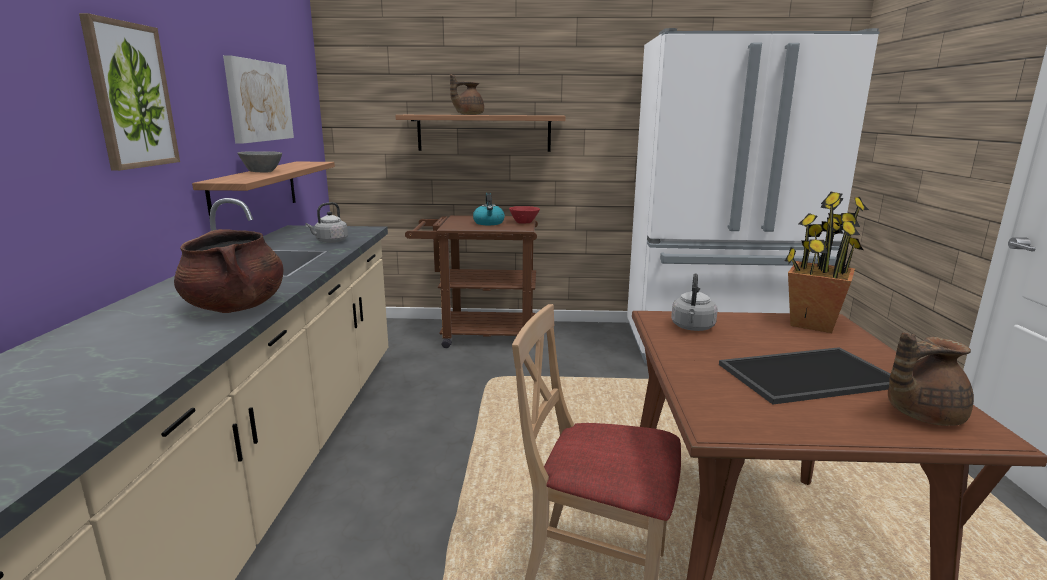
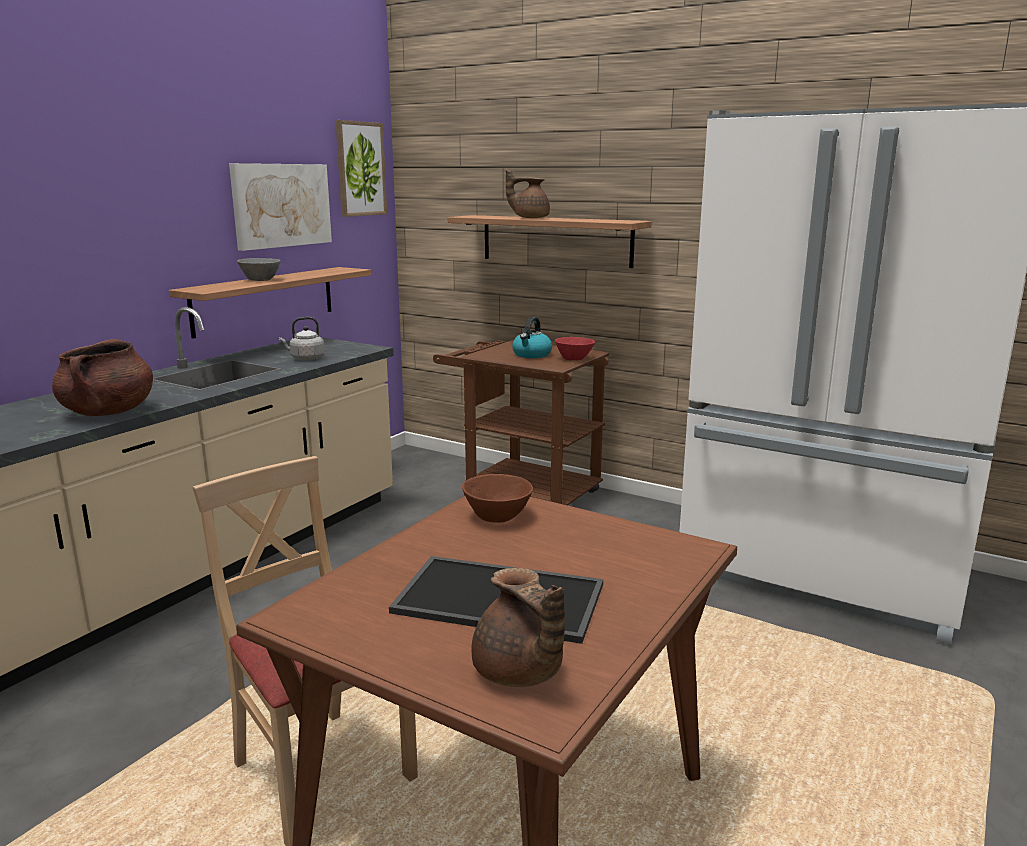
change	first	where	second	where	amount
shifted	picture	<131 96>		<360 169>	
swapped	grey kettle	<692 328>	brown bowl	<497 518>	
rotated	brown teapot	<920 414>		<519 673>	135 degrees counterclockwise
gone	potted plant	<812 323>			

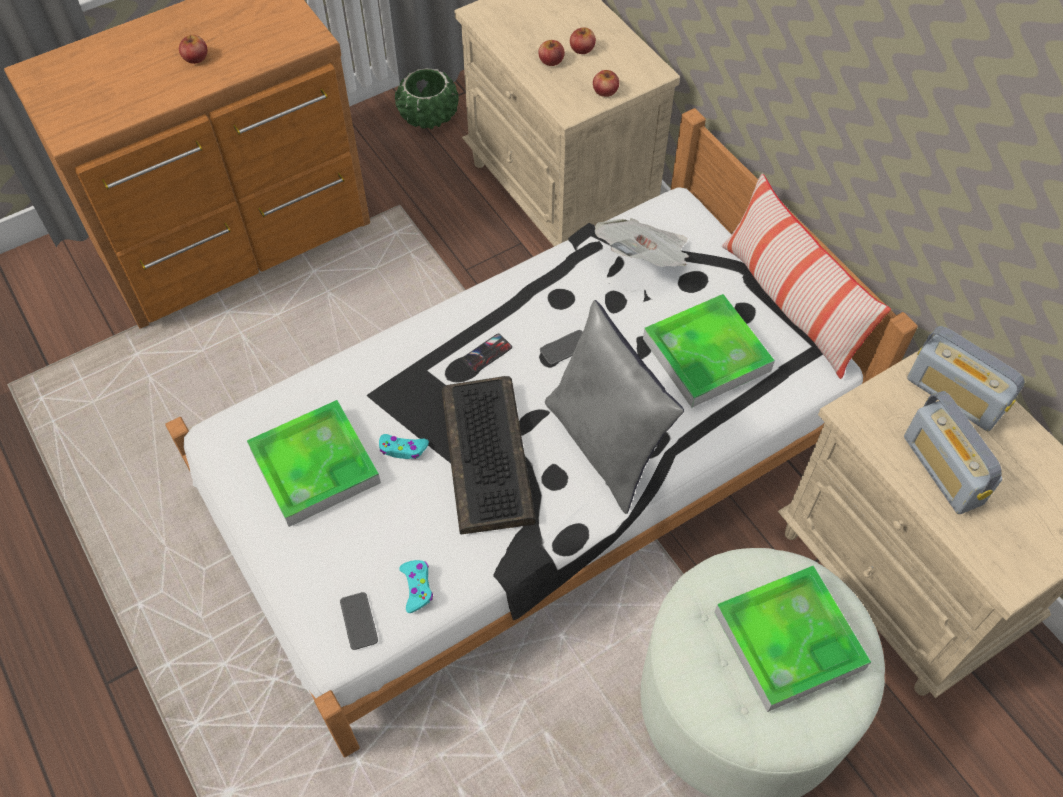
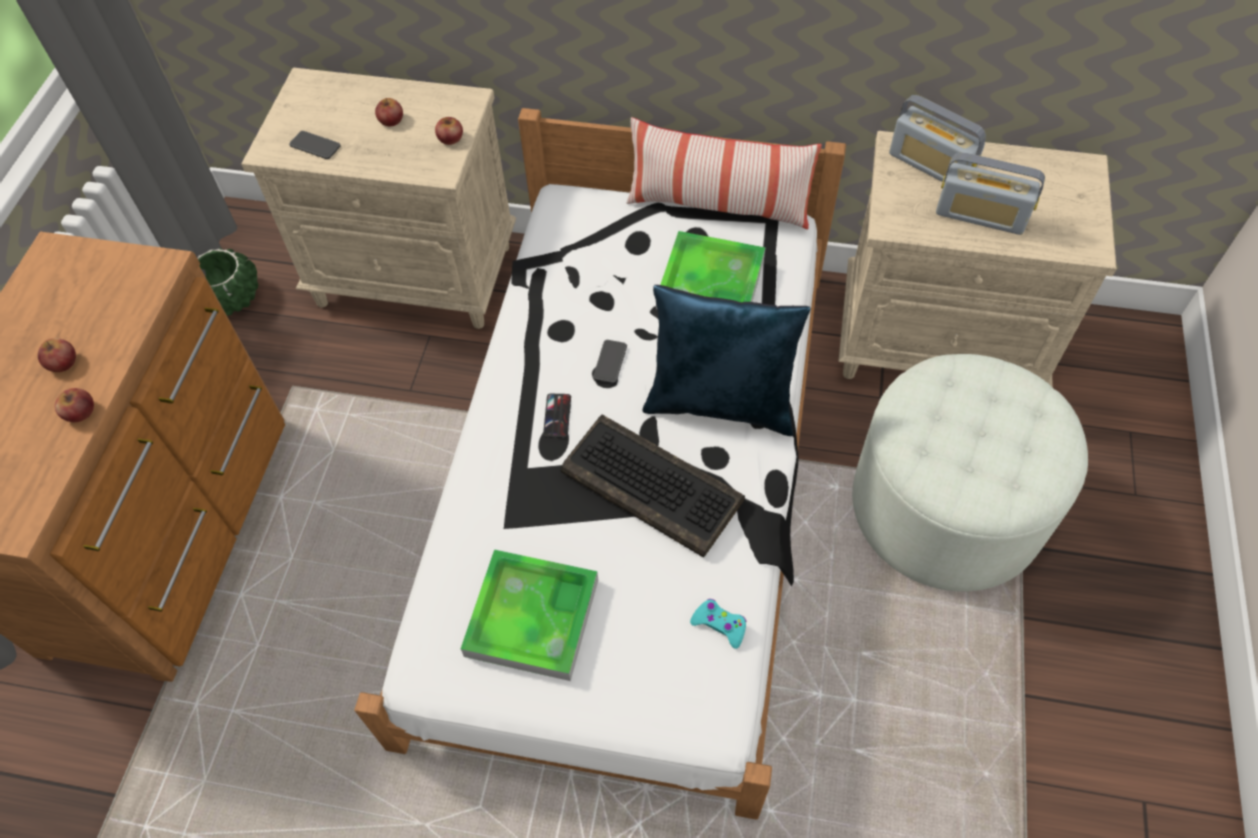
change	first	where	second	where	amount
shifted	apple	<551 60>		<80 412>	
shifted	phone	<359 621>		<315 146>	
repainted	grey pillow	<606 445>	blue pillow	<721 403>	
rotated	radio	<954 396>		<930 165>	45 degrees clockwise
gone	turquoise game controller	<403 449>			
gone	newspaper	<644 259>			
gone	tray	<788 640>			

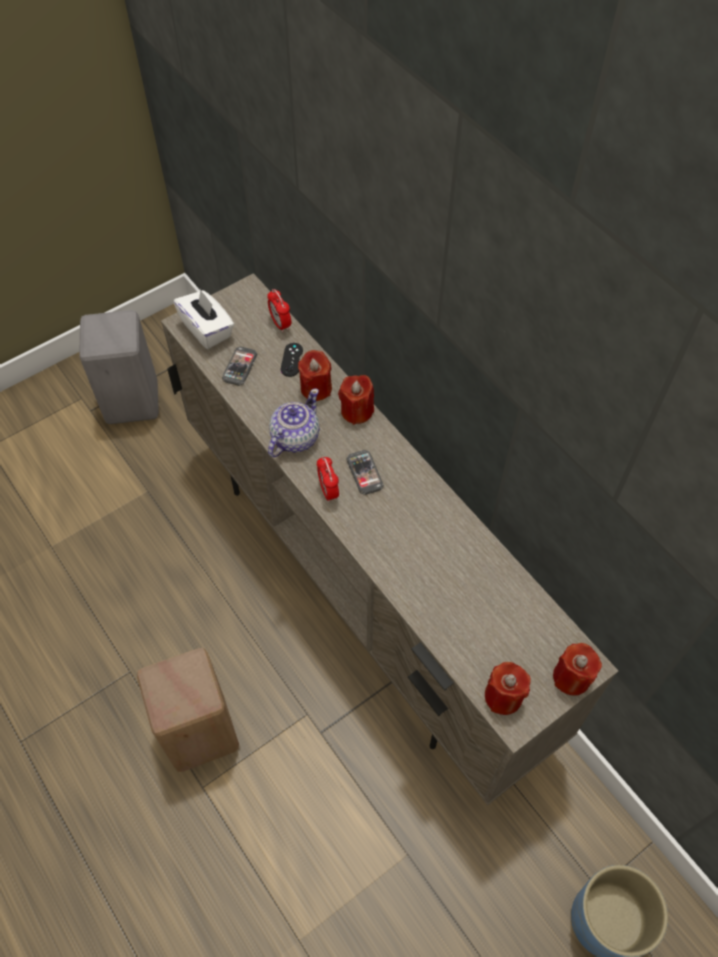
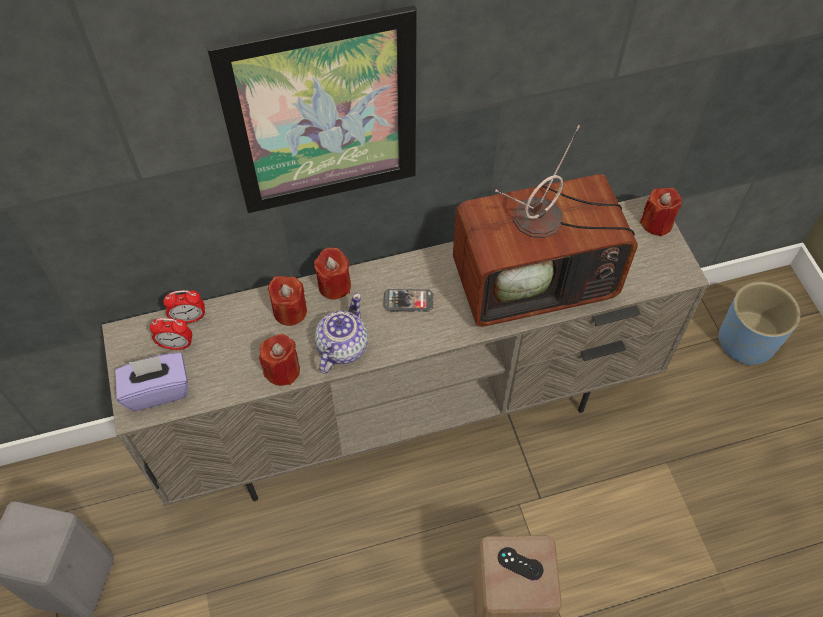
change	first	where	second	where	amount
repainted	white tissue box	<207 330>	purple tissue box	<157 390>	
shifted	alarm clock	<328 491>		<176 345>	
new			picture	<322 116>	
shifted	red candle	<503 696>		<282 370>	
rotated	teapot	<294 438>		<341 347>	60 degrees clockwise
new			television	<537 278>	
shifted	black game controller	<291 360>		<520 563>	
gone	phone	<240 367>			

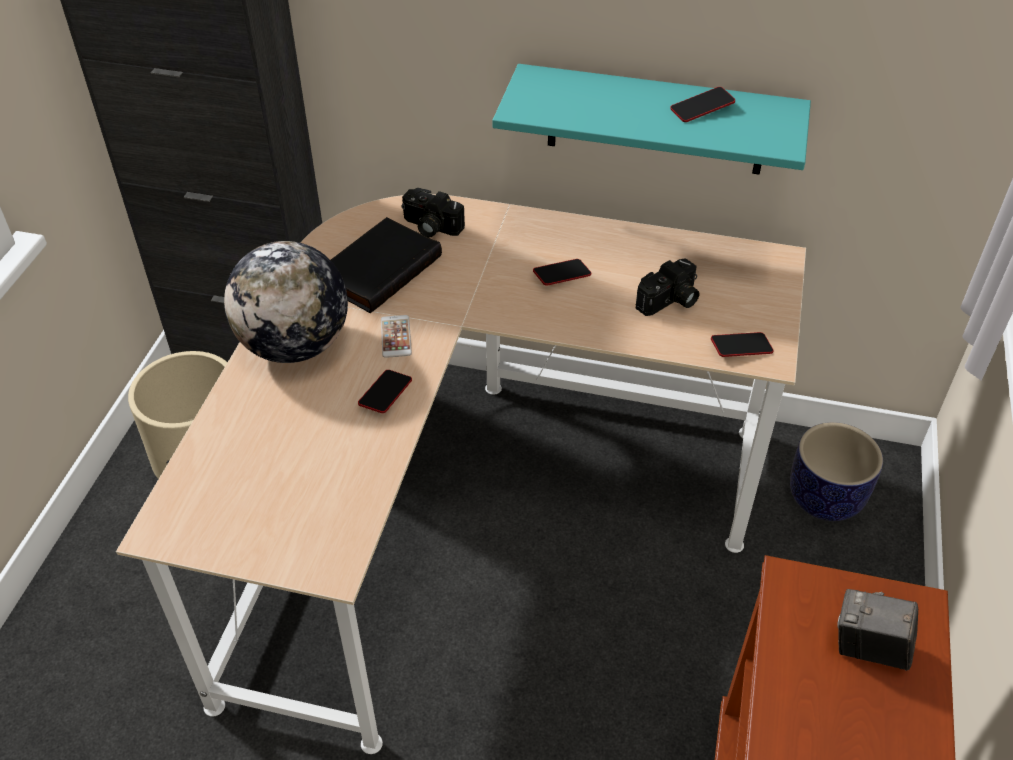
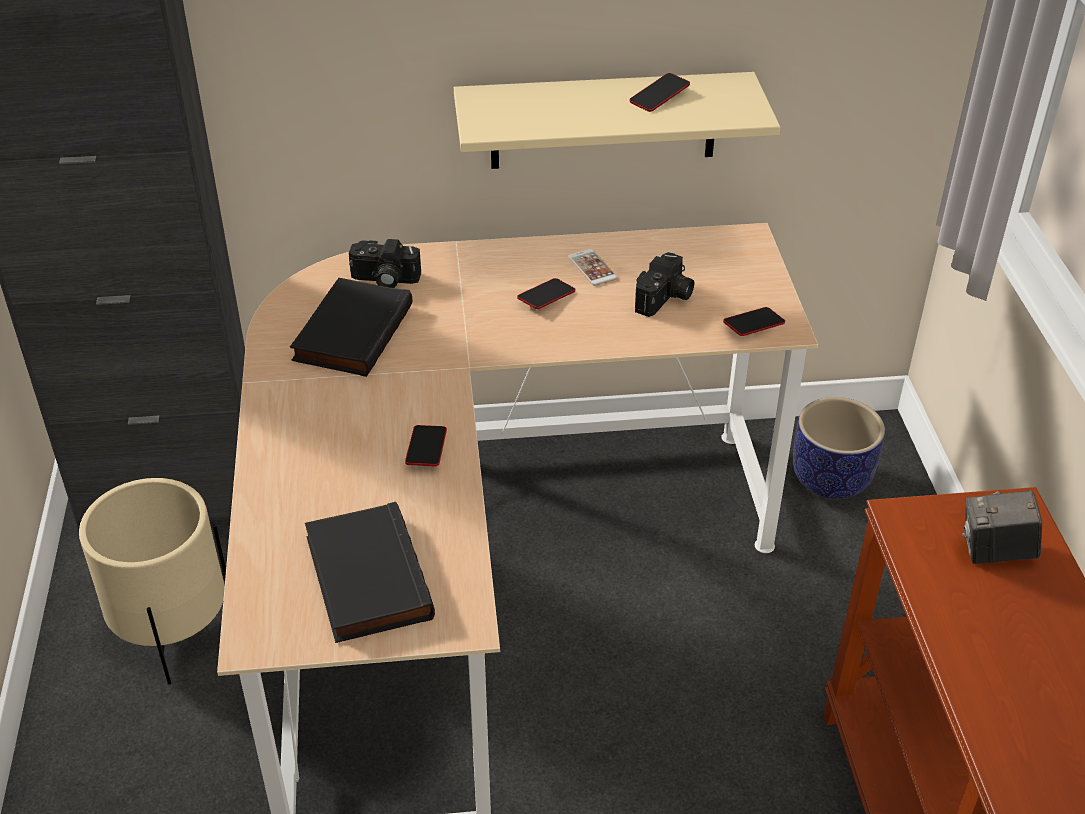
change	first	where	second	where	amount
new			black book	<364 577>	
repainted	turquoise shelf	<656 120>	beige shelf	<603 120>	
shifted	phone	<396 337>		<592 268>	
gone	globe	<295 345>			

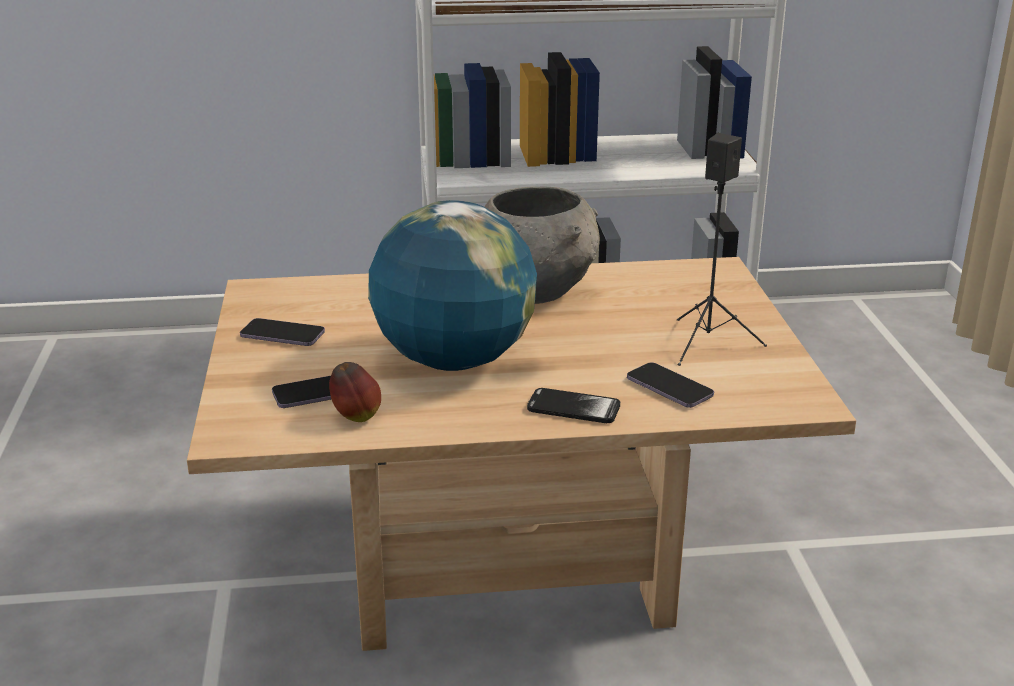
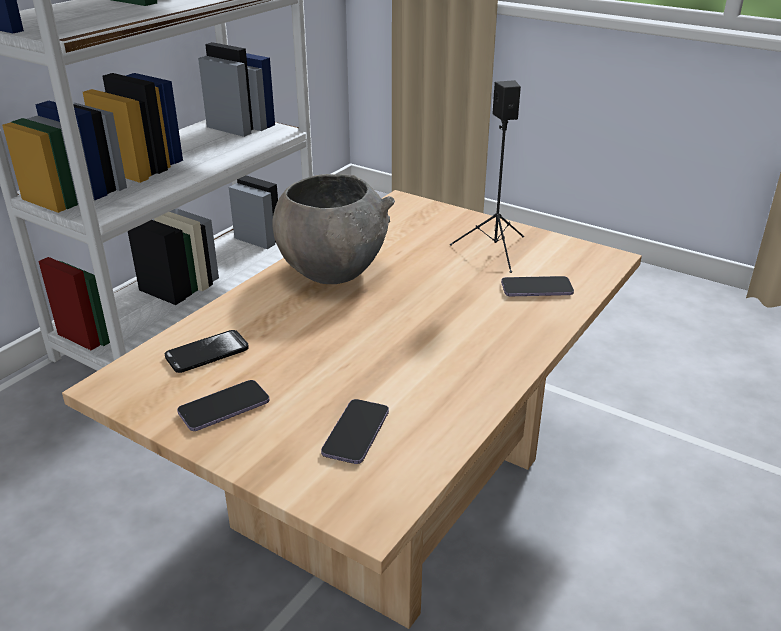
change	first	where	second	where	amount
shifted	phone	<573 408>		<207 353>	
gone	apple	<355 417>			
gone	globe	<454 360>			

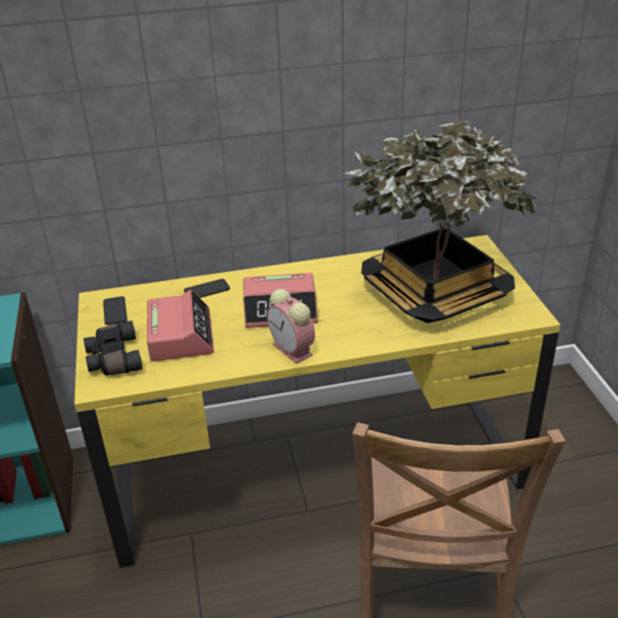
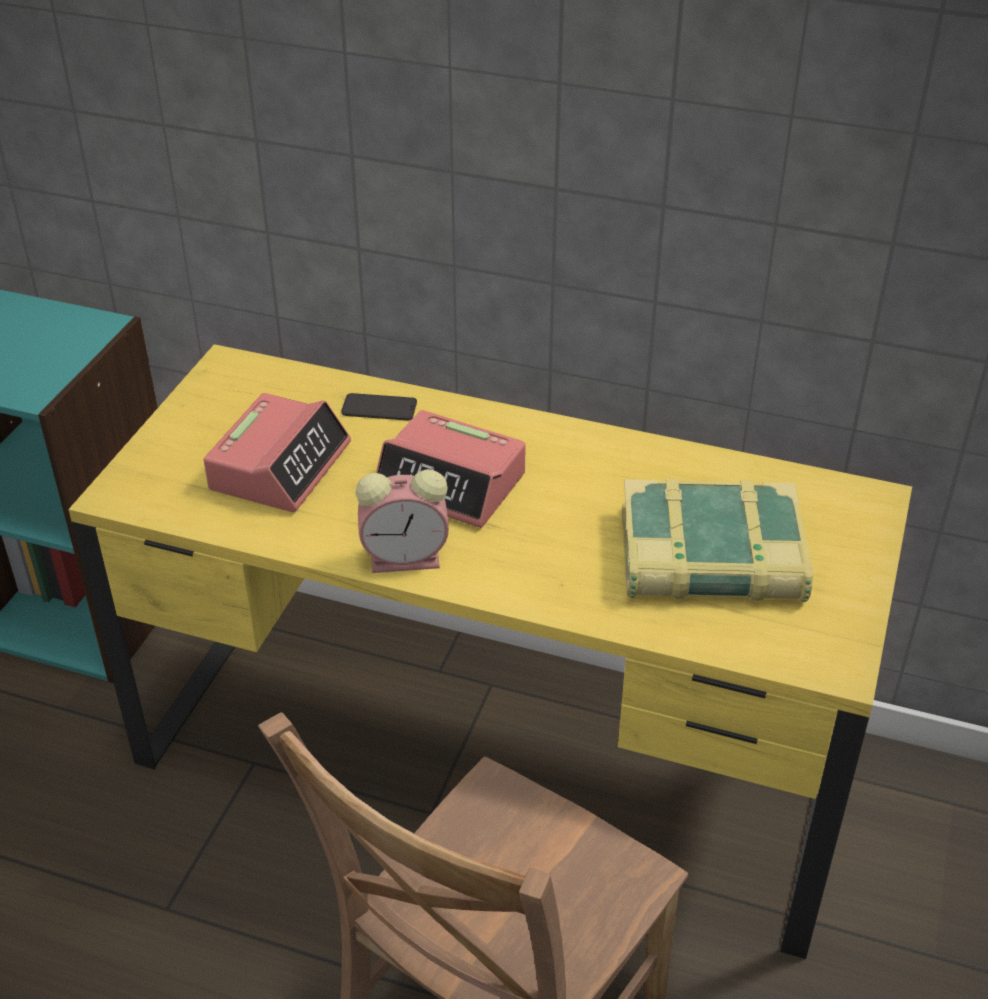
change	first	where	second	where	amount
rotated	alarm clock	<294 350>		<408 558>	90 degrees counterclockwise
swapped	potted plant	<435 294>	book	<711 558>	
gone	black binoculars	<113 359>			
gone	phone	<115 311>			

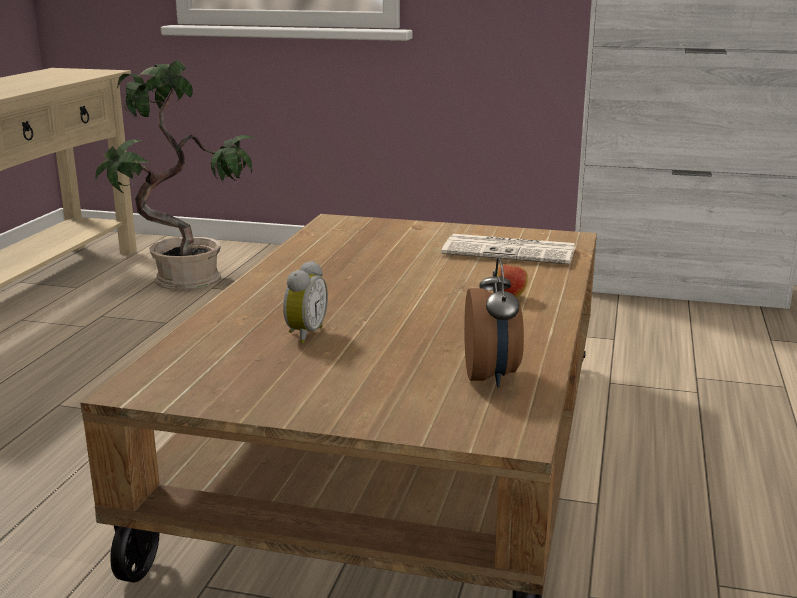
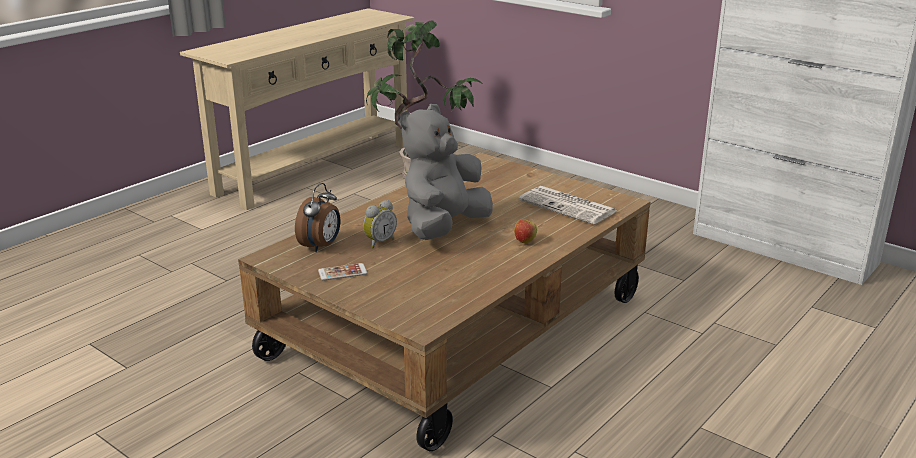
change	first	where	second	where	amount
shifted	alarm clock	<492 376>		<321 246>	
new			phone	<342 272>	
new			grey plush toy	<444 228>	

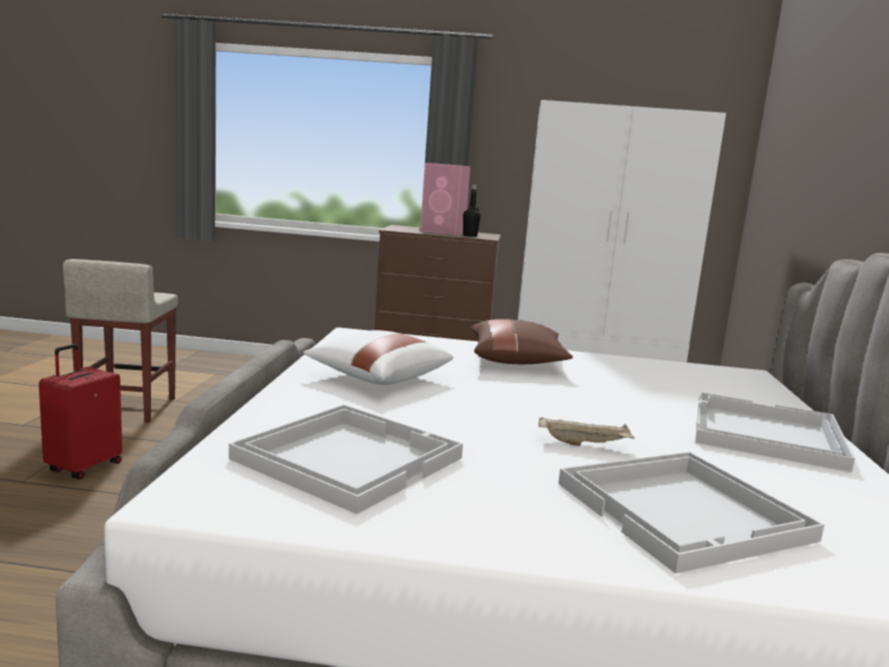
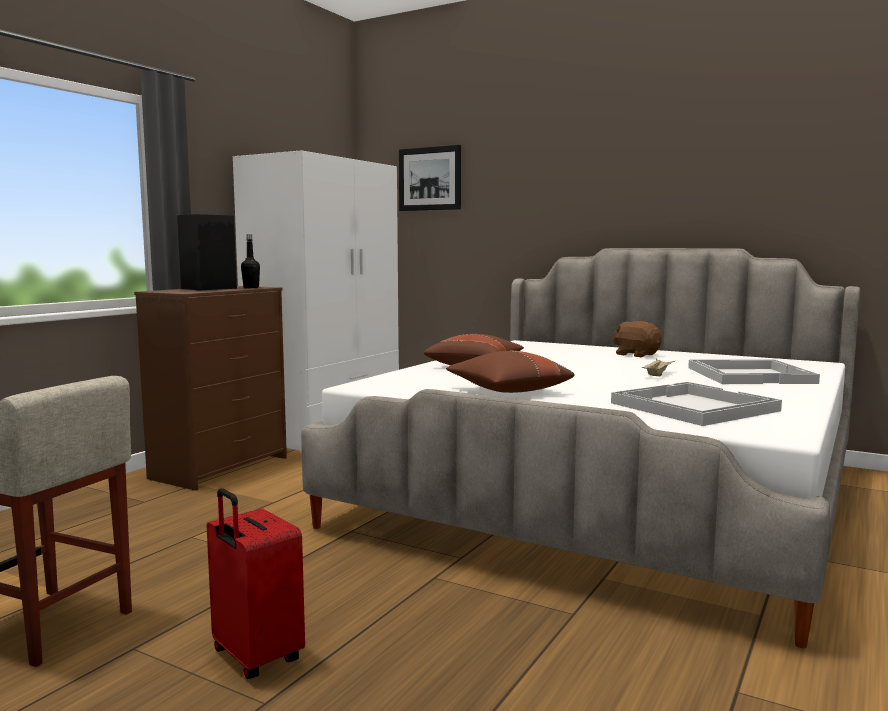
change	first	where	second	where	amount
repainted	pink speaker	<444 231>	black speaker	<210 288>	
new			picture	<429 178>	
repainted	white pillow	<377 377>	brown pillow	<508 391>	
swapped	white tray	<765 434>	brown plush toy	<636 354>	

